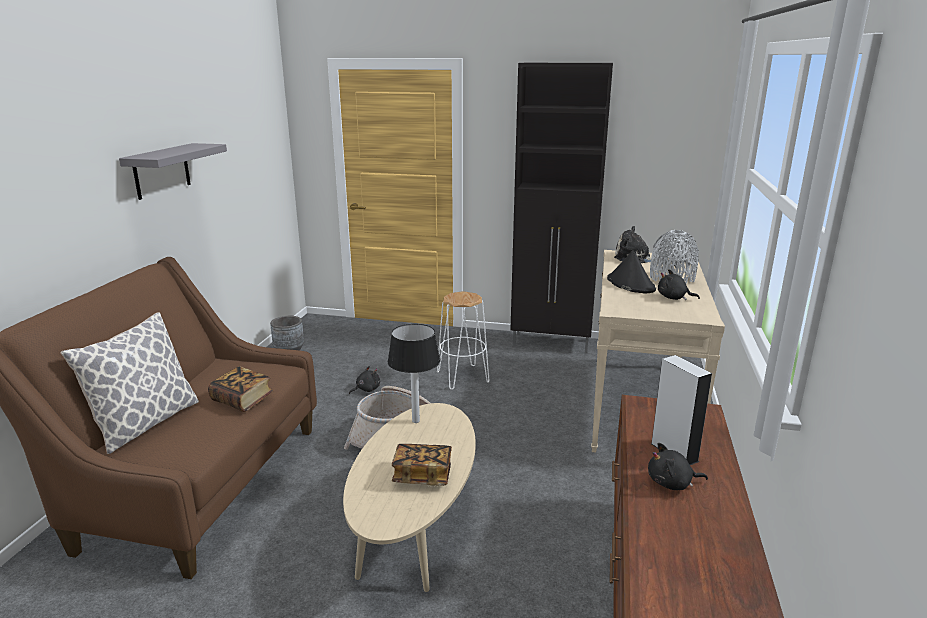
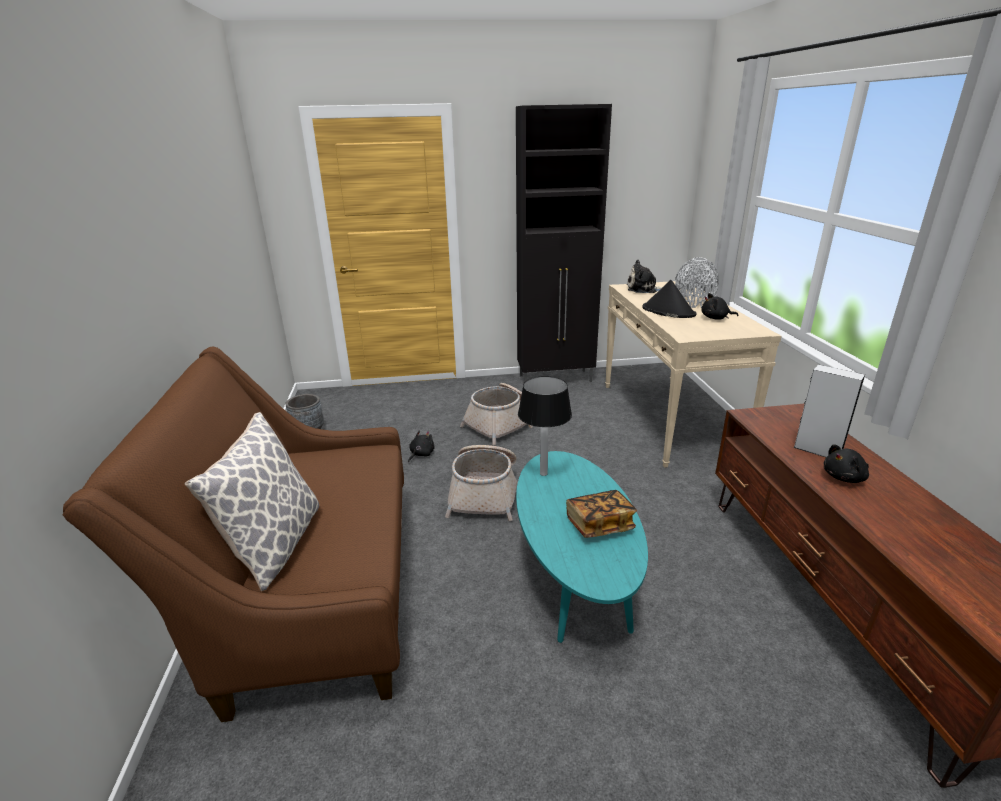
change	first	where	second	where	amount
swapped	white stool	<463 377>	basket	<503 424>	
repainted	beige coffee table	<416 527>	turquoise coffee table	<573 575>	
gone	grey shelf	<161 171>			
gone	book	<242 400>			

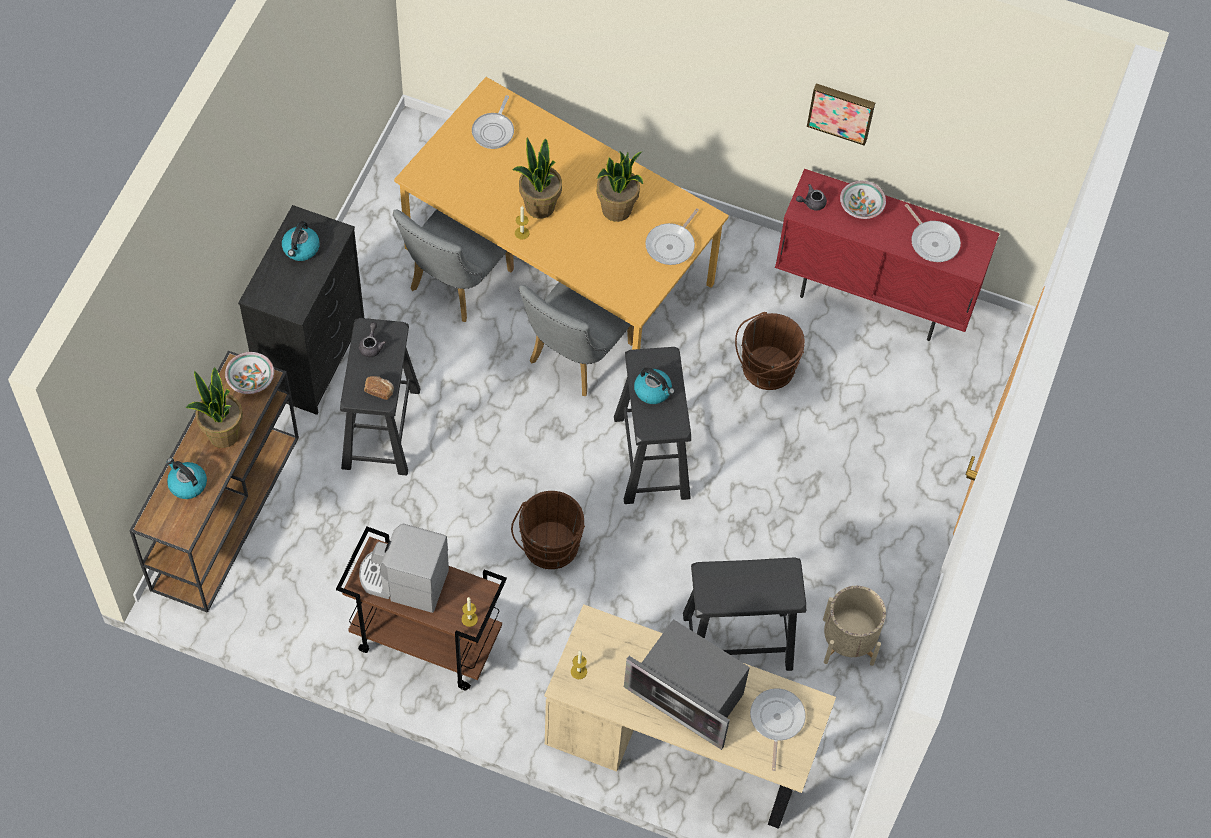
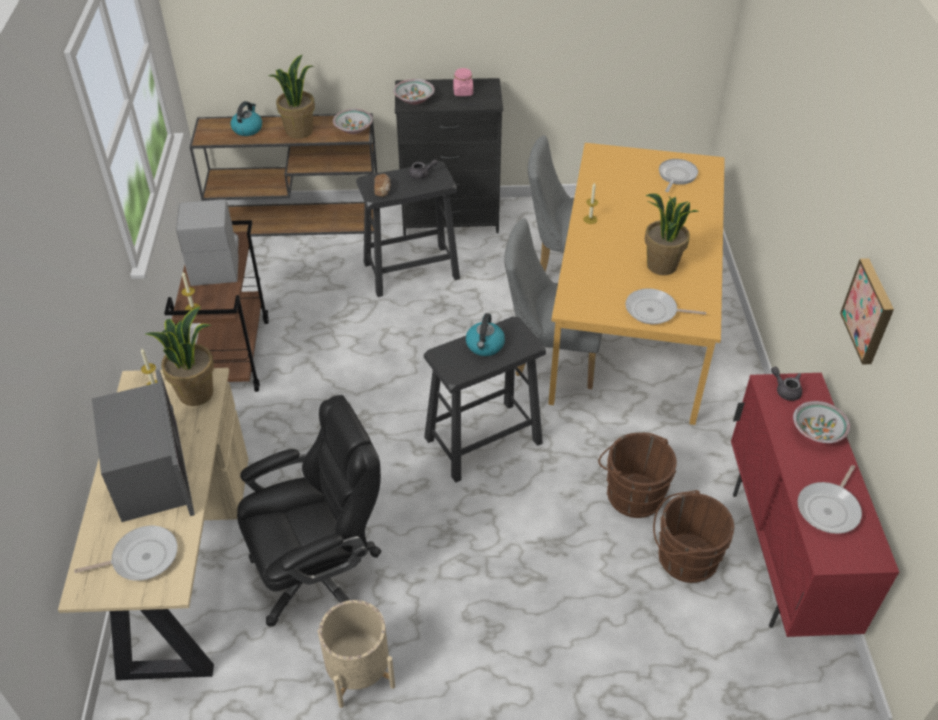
change	first	where	second	where	amount
rotated	microwave	<689 695>		<152 474>	150 degrees clockwise
shifted	potted plant	<539 206>		<196 393>	
swapped	black stool	<738 641>	black office chair	<318 572>	
new			bowl	<414 100>	
swapped	kettle	<301 249>	pink jar	<463 92>	
shifted	brown bucket	<548 548>		<683 557>	
rotated	frying pan	<494 130>		<676 176>	120 degrees clockwise

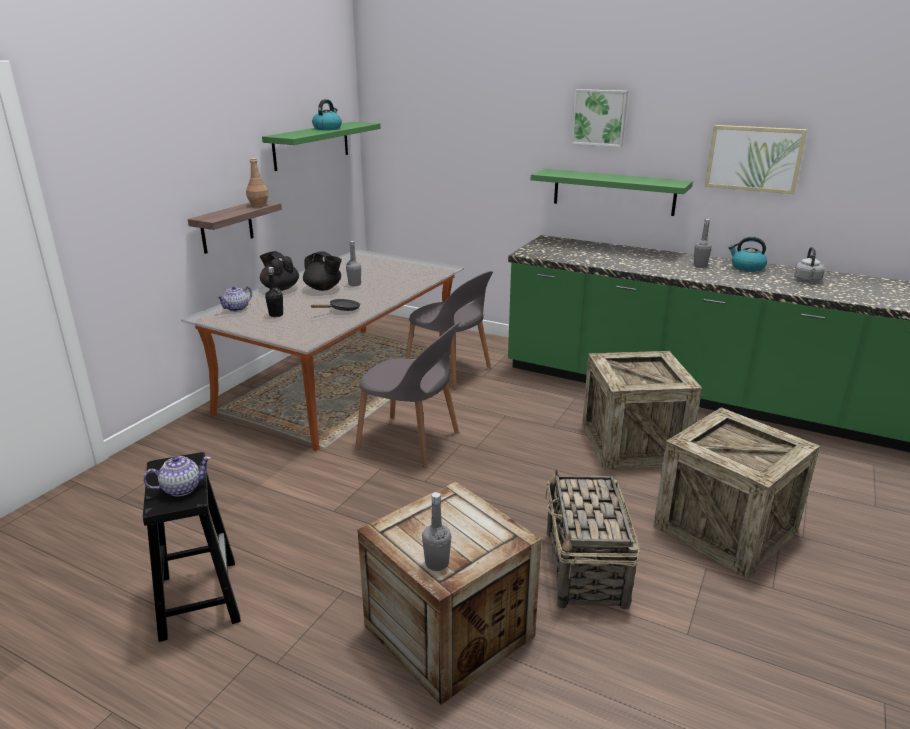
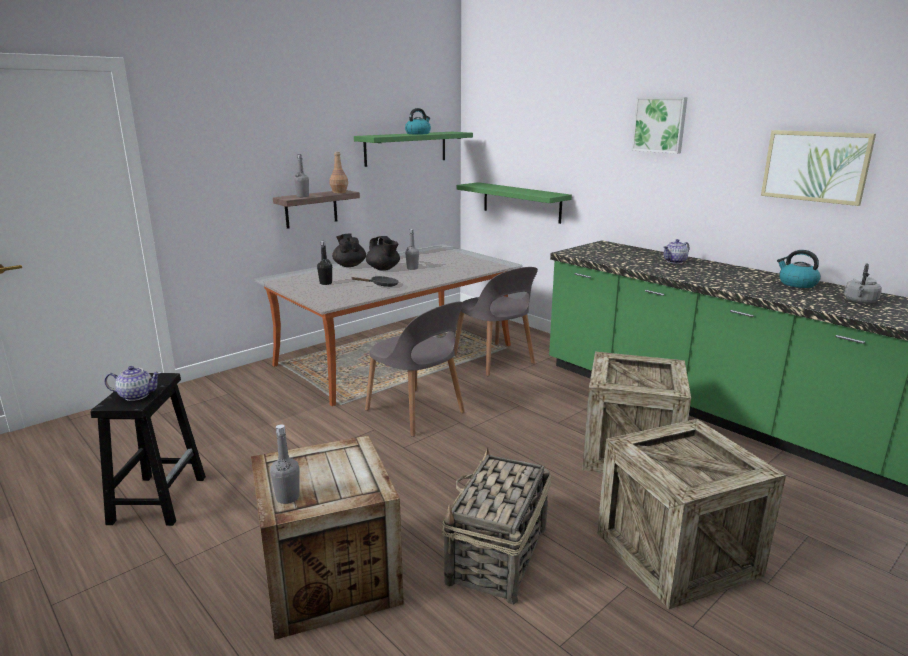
change	first	where	second	where	amount
shifted	grey bottle	<700 265>		<303 196>	
shifted	green shelf	<613 192>		<521 202>	
shifted	teapot	<237 308>		<675 261>	

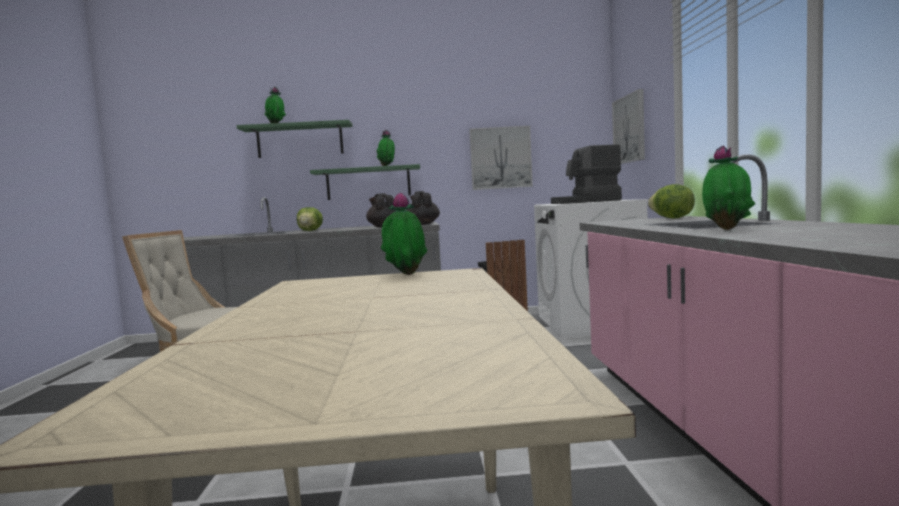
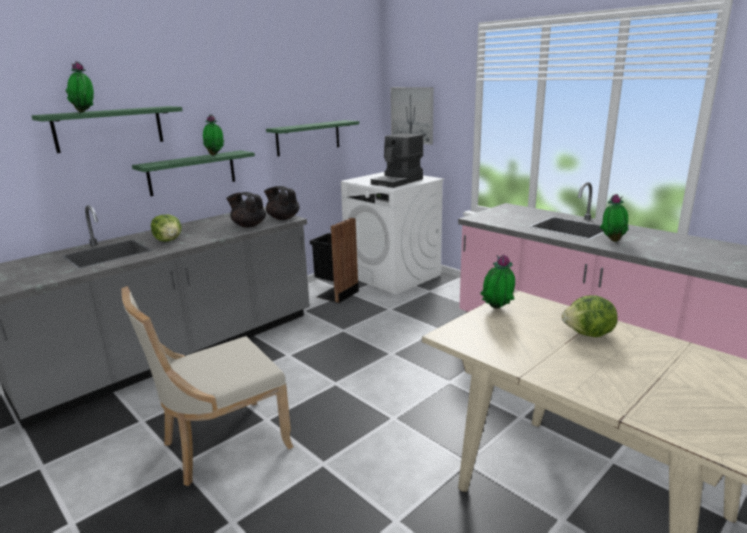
change	first	where	second	where	amount
swapped	picture	<500 158>	green shelf	<308 137>	
shifted	lettuce	<671 218>		<588 334>	

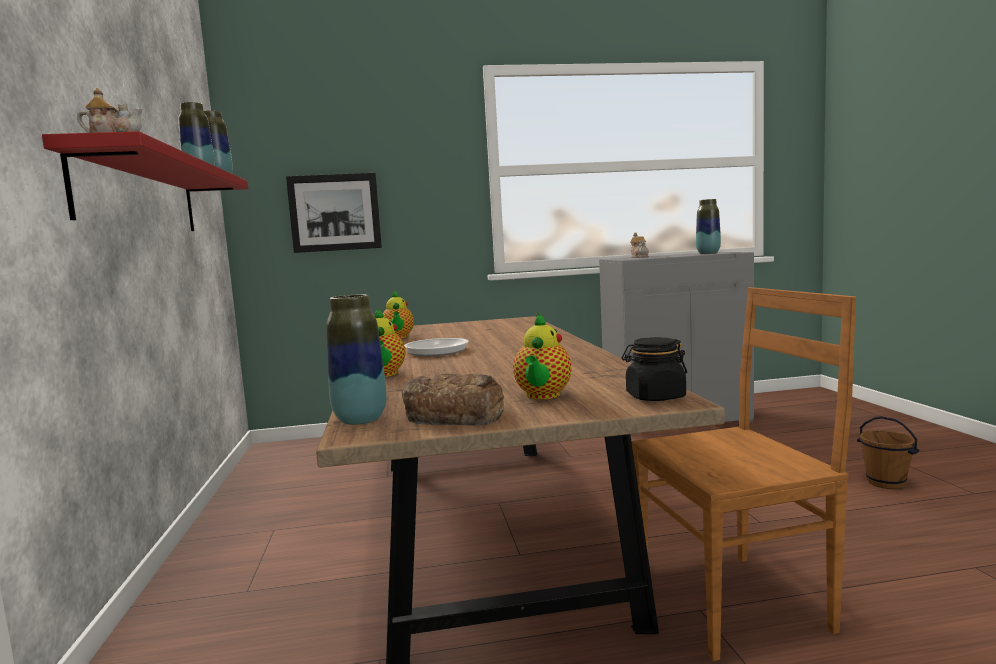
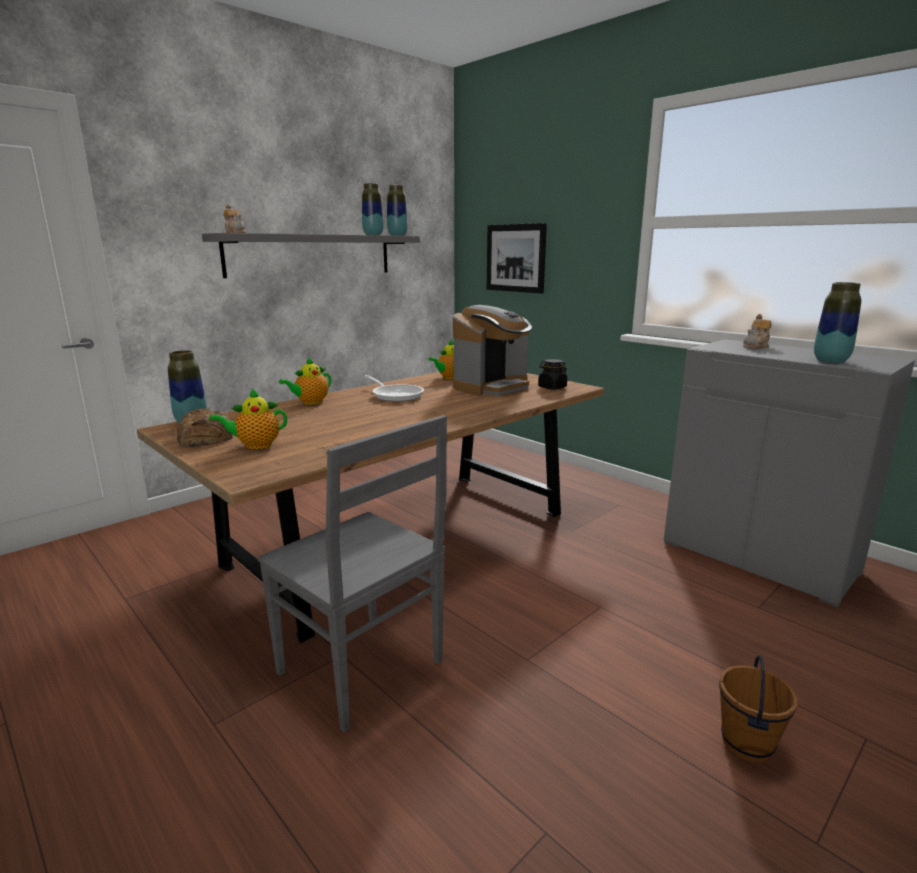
change	first	where	second	where	amount
repainted	red shelf	<141 196>	grey shelf	<311 255>	
repainted	brown chair	<736 602>	grey chair	<363 670>	
new			coffee machine	<492 387>	
shifted	black jar	<655 397>		<552 387>	

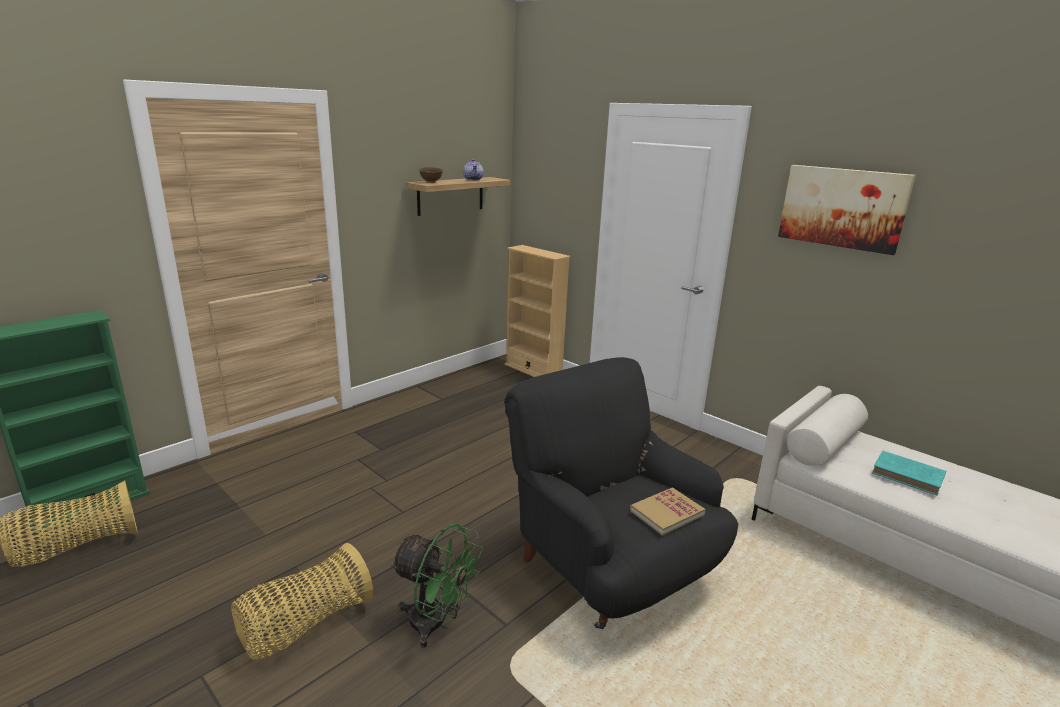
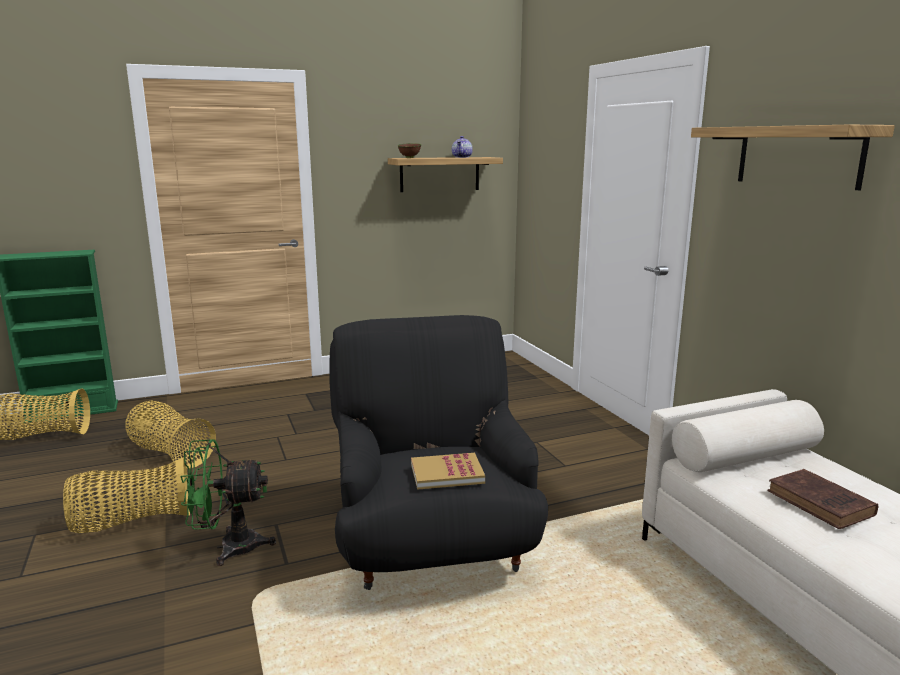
change	first	where	second	where	amount
new			basket	<170 453>	
rotated	green fan	<436 624>		<229 547>	120 degrees clockwise
swapped	picture	<842 207>	shelf	<798 156>	
repainted	turquoise book	<909 476>	brown book	<822 504>	
gone	beige bookcase	<533 371>			

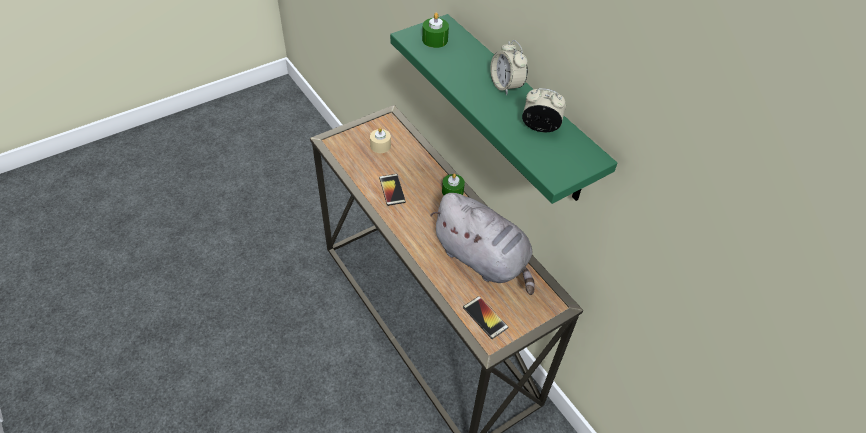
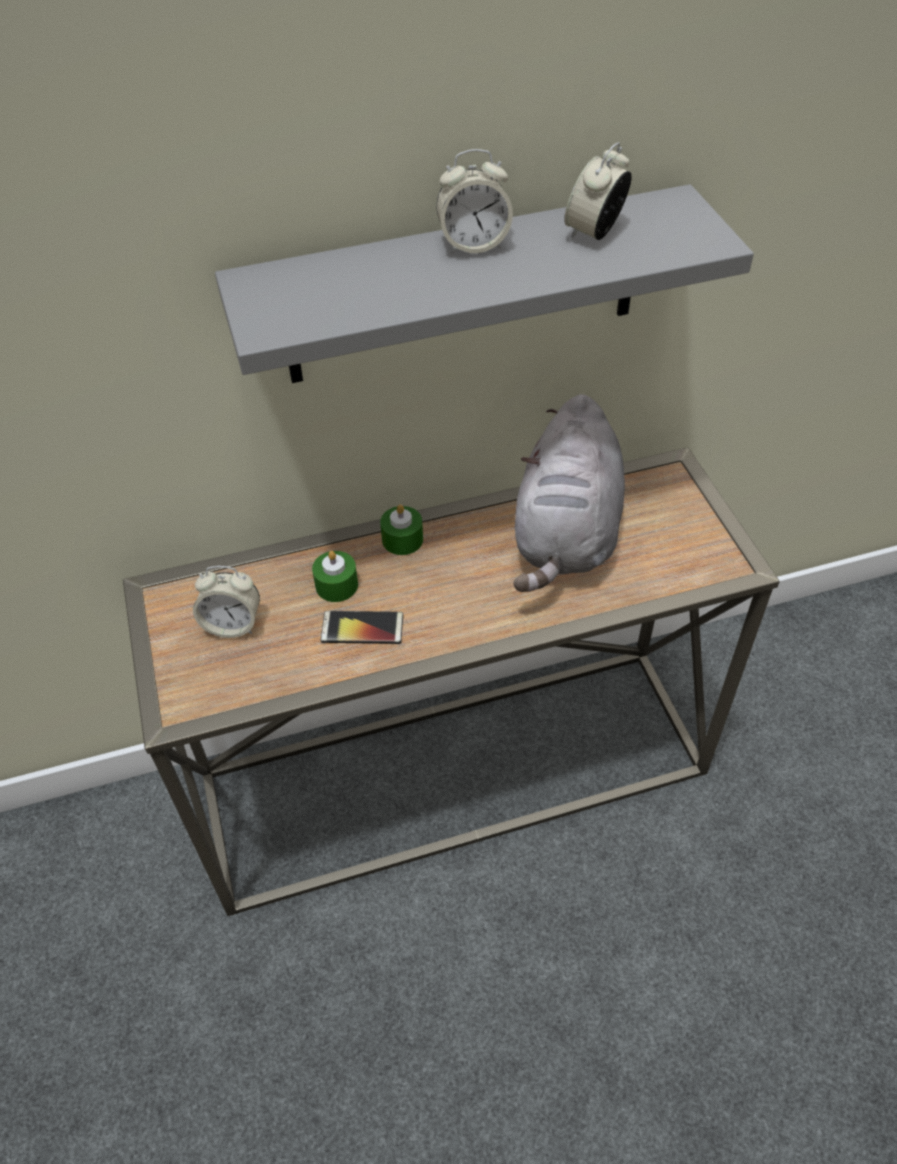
change	first	where	second	where	amount
swapped	beige candle	<380 146>	alarm clock	<232 624>	
repainted	green shelf	<518 110>	grey shelf	<463 288>	
shifted	green candle	<435 40>		<336 585>	
rotated	grey plush toy	<483 259>		<566 535>	135 degrees clockwise
gone	phone	<485 317>			

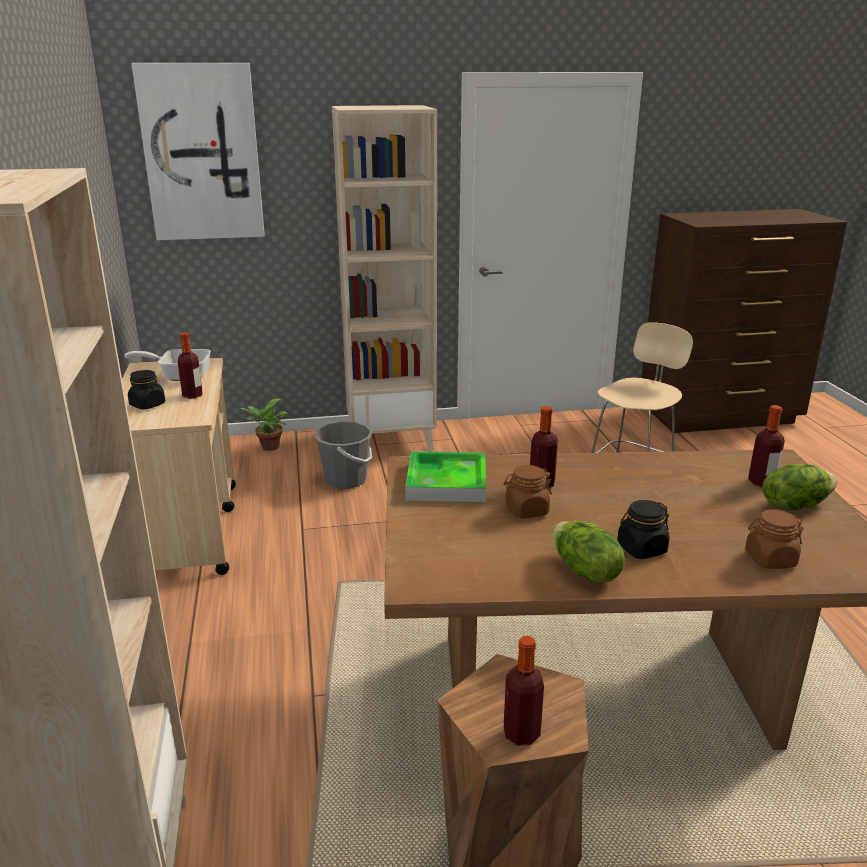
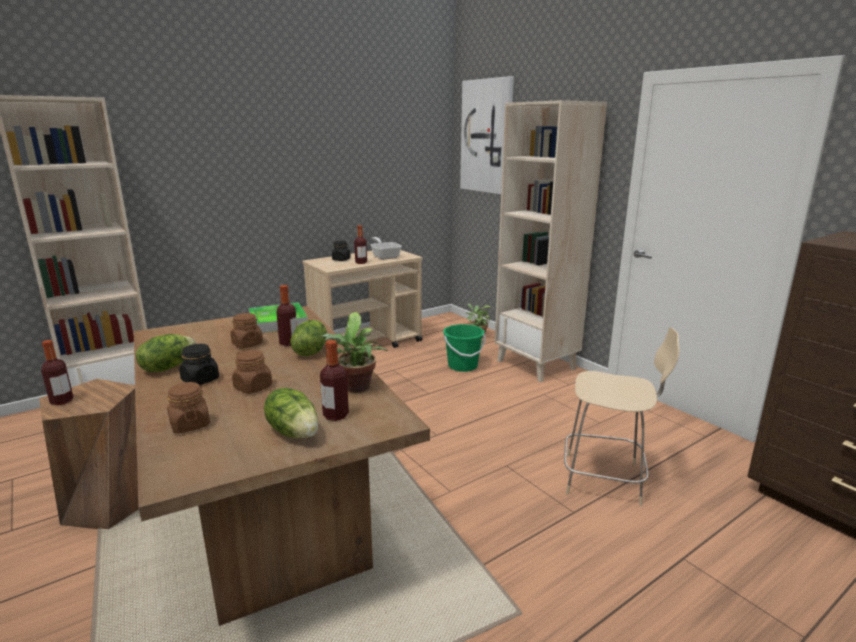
change	first	where	second	where	amount
new			brown jar	<253 387>	
new			lettuce	<310 351>	
new			potted plant	<356 389>	
repainted	grey bucket	<346 480>	green bucket	<463 366>	

